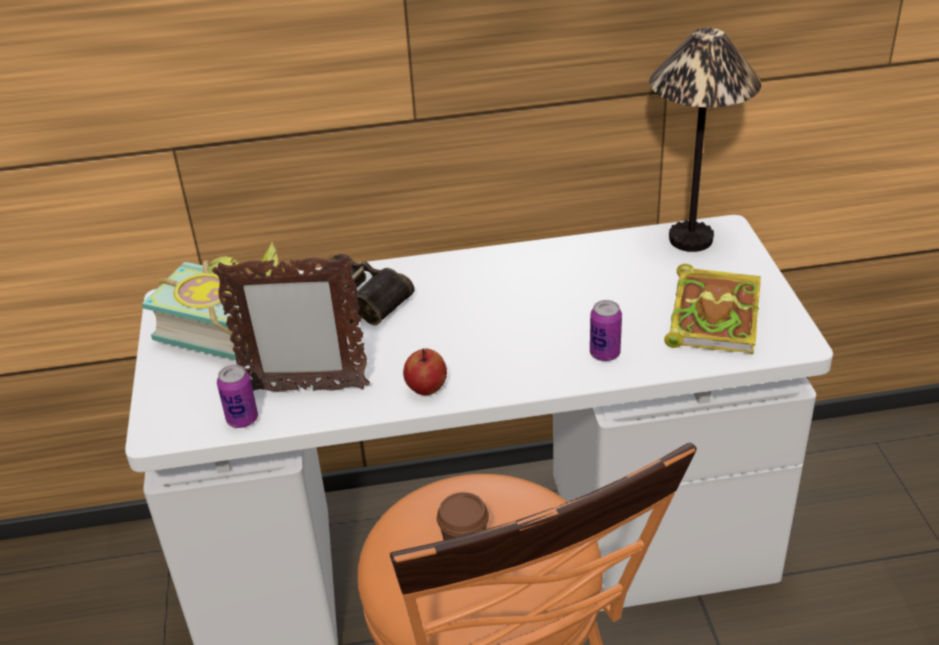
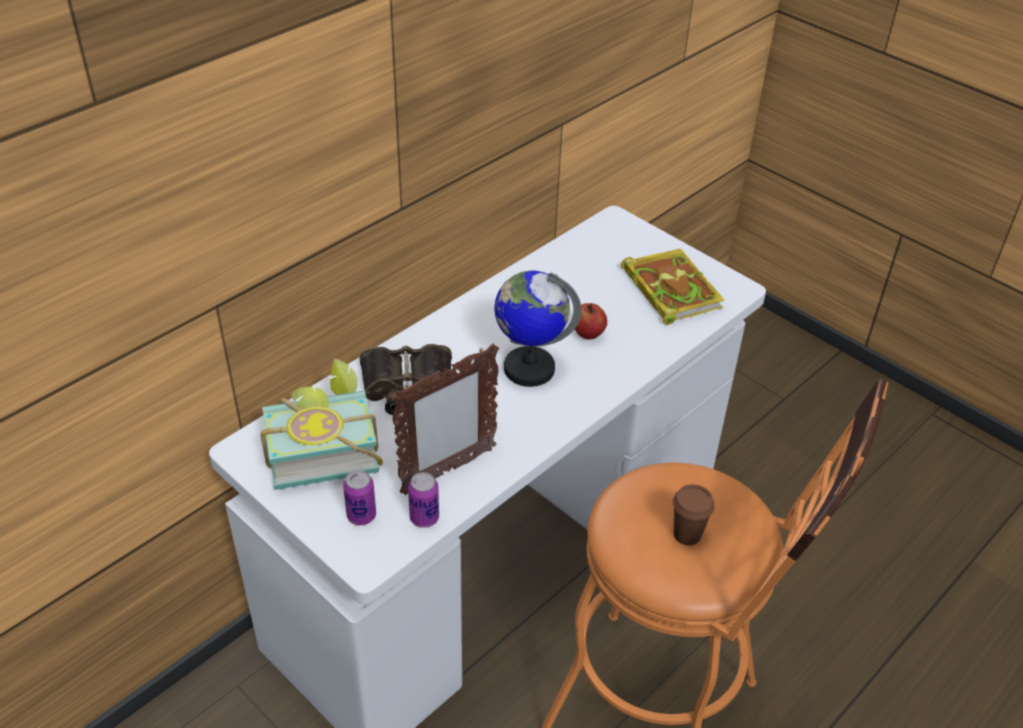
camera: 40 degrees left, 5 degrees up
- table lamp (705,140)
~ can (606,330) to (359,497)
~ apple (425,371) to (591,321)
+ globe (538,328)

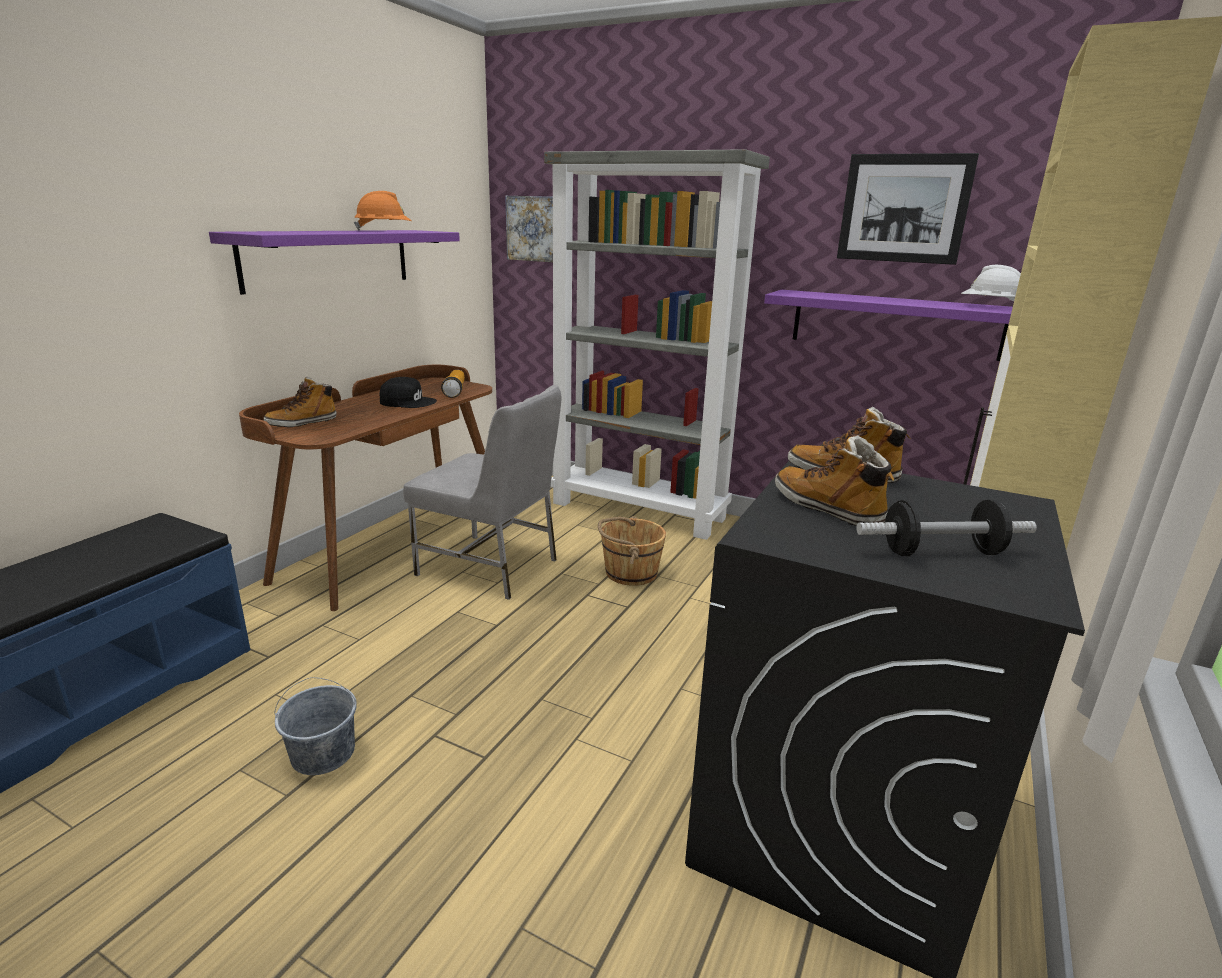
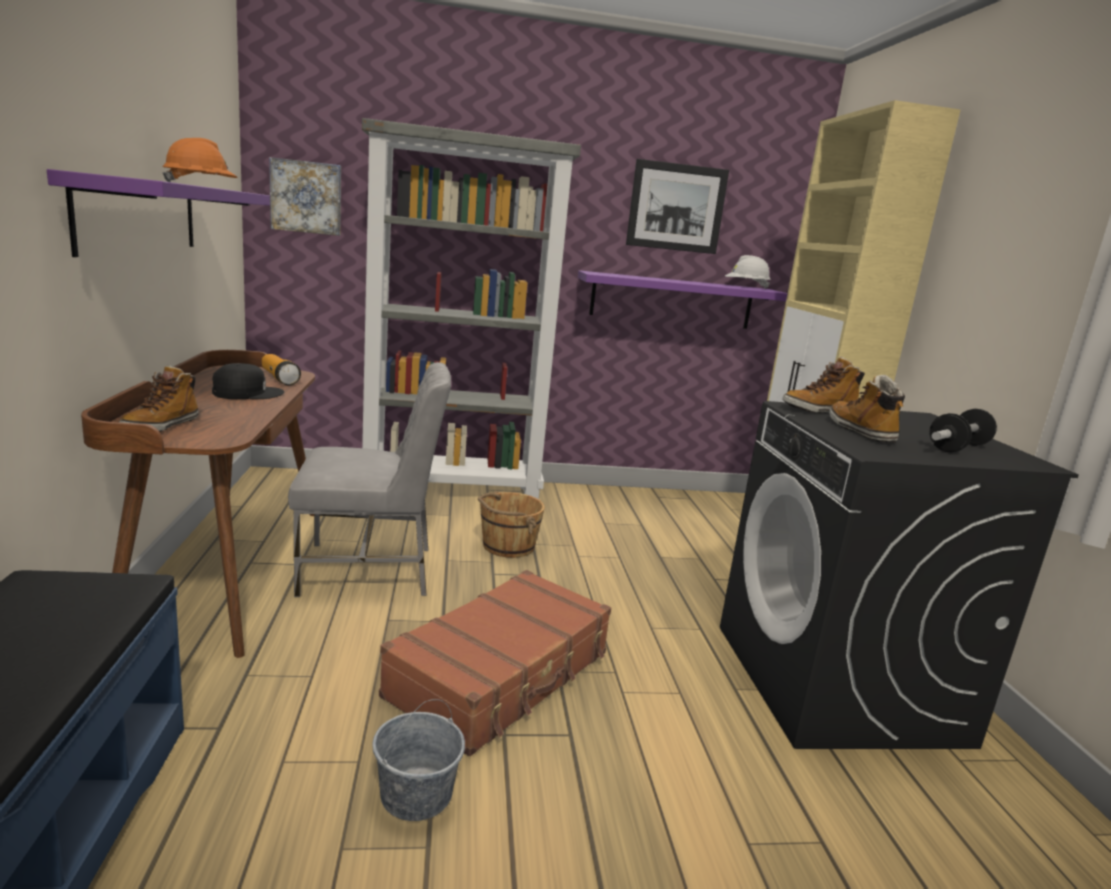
camera: 35 degrees left, 5 degrees down
~ boot (834,480) = (867,409) 60 degrees clockwise
+ suitcase/brown (495,663)

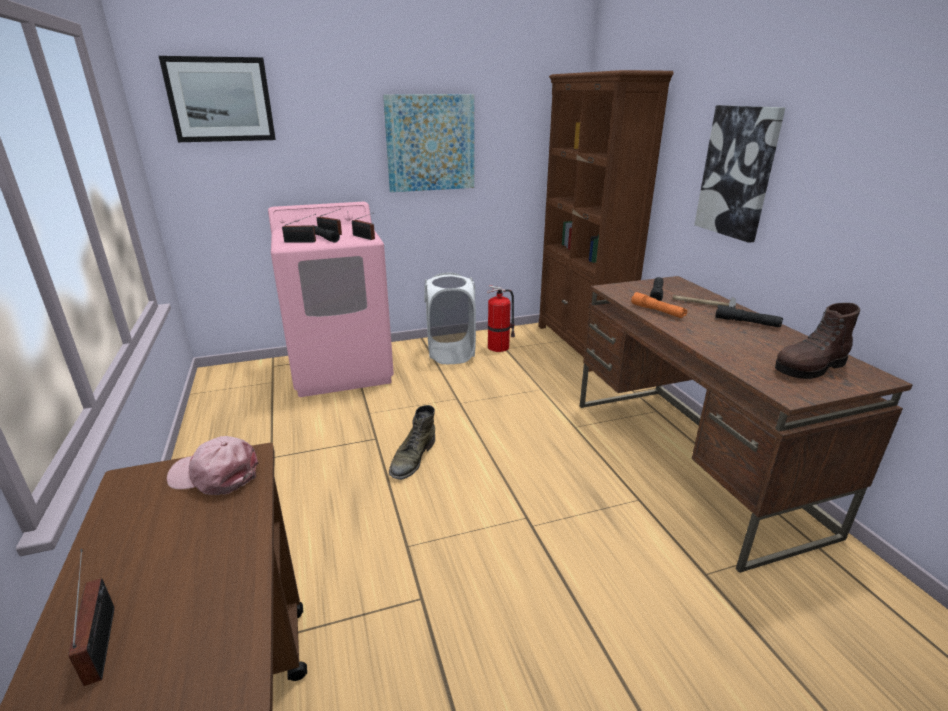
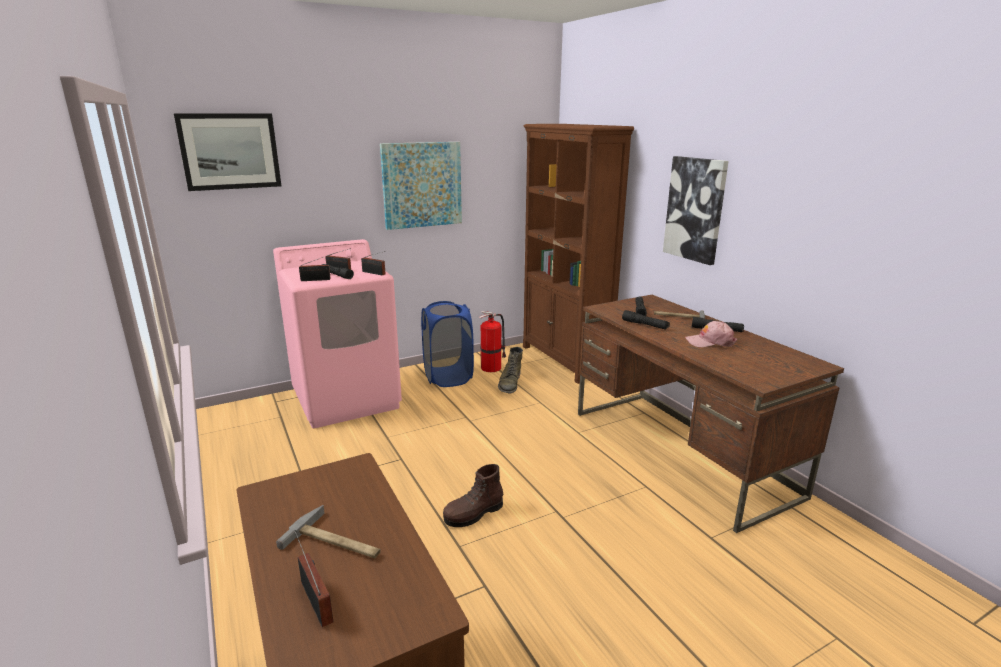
camera: 10 degrees left, 5 degrees down
~ laundry basket/white (450,318) to laundry basket/blue (447,344)
~ flashlight/orange (659,305) to flashlight/black (646,320)
~ boot/brown (817,341) to (473,495)
~ boot/green (412,442) to (510,370)
~ cap/pink (212,465) to (711,334)
+ hammer (328,531)

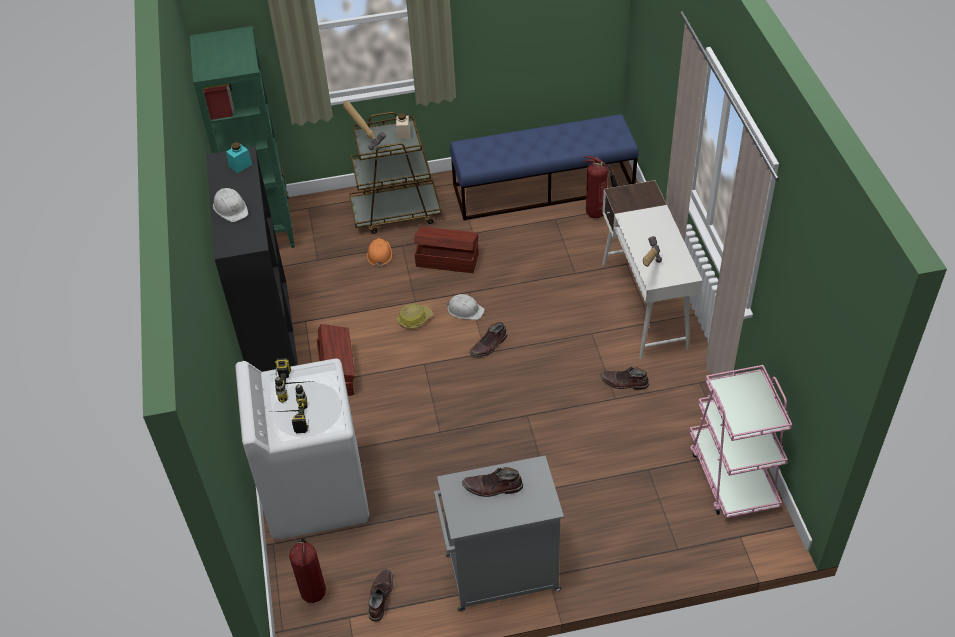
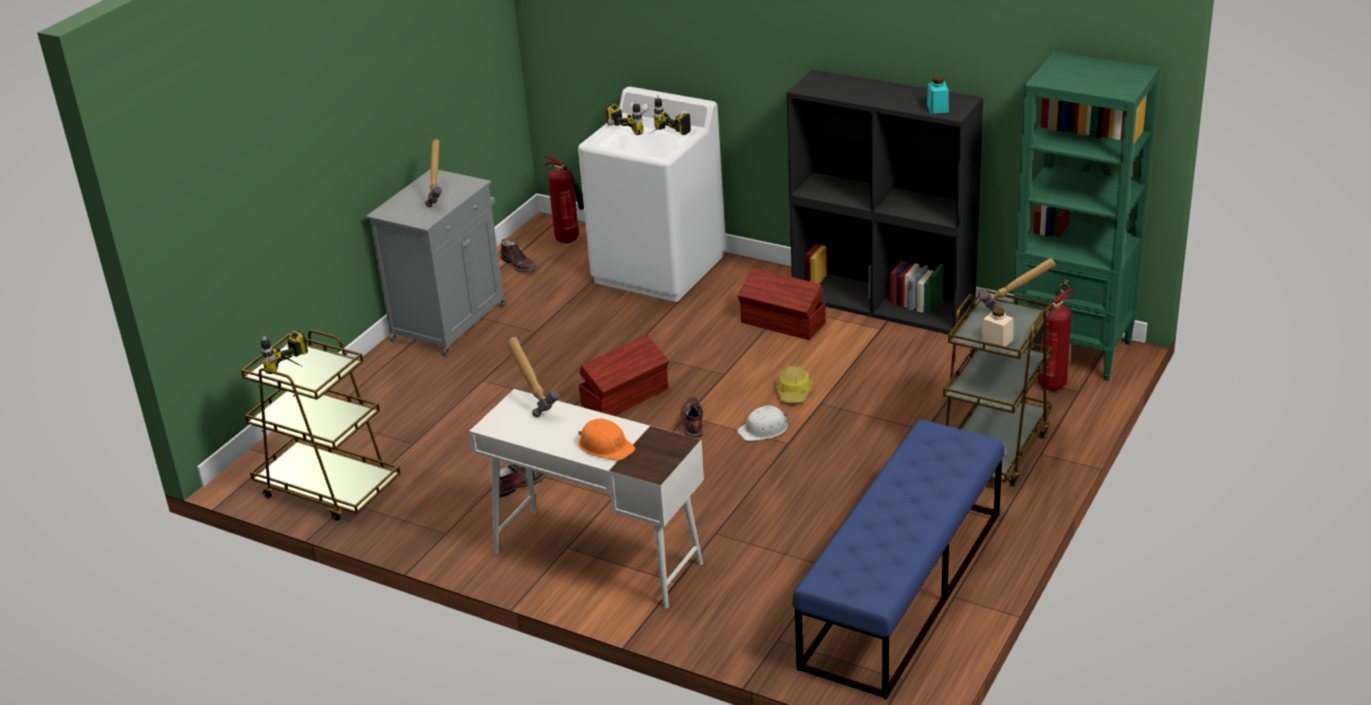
camera: 130 degrees right, 15 degrees down
~ fire extinguisher (601,187) to (1052,339)
- hard hat/white (230,205)
~ storage box/brown (446,250) to (624,375)
~ hard hat/orange (379,252) to (606,439)
~ cart/pink (740,441) to cart/brown (321,425)
~ boot/brown (492,482) to hammer (433,173)
+ power drill (284,352)

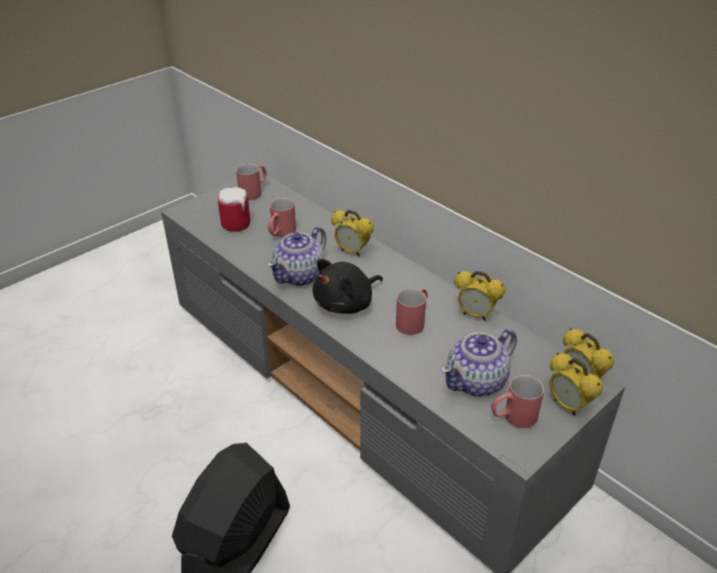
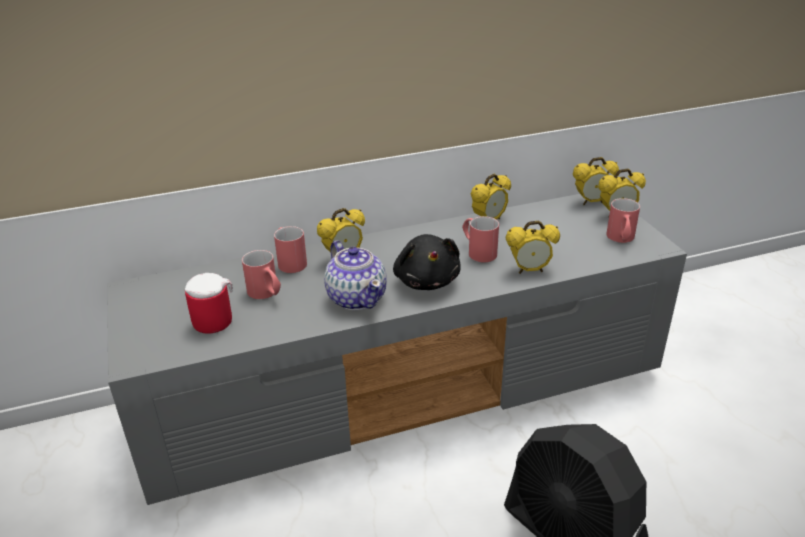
camera: 65 degrees left, 5 degrees down
~ mug/red (251,182) to (290,249)
- teapot (479,363)
+ alarm clock (533,247)

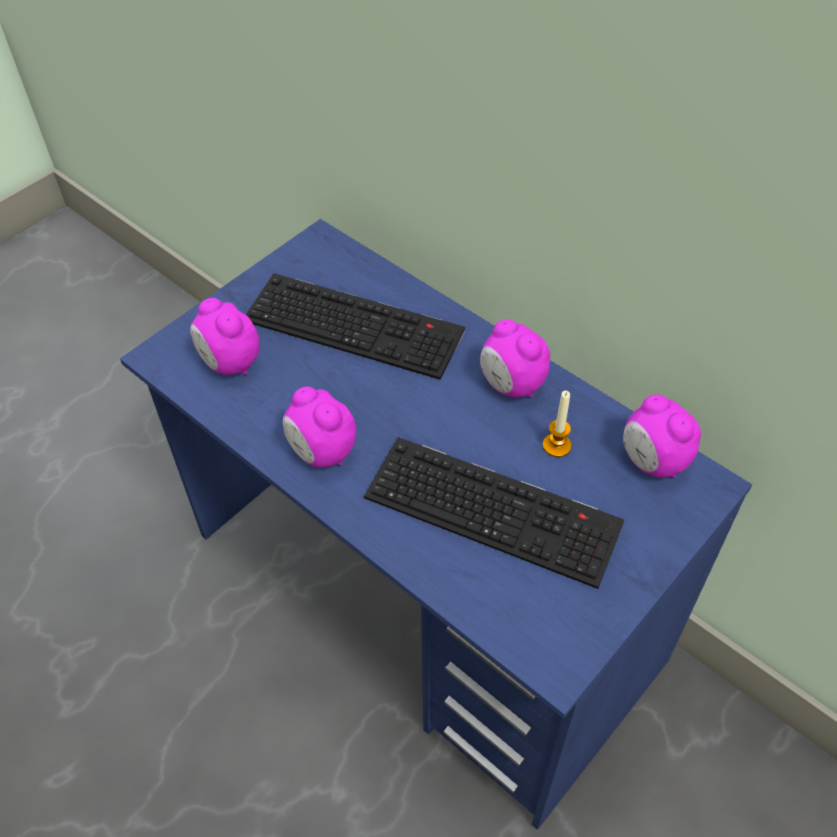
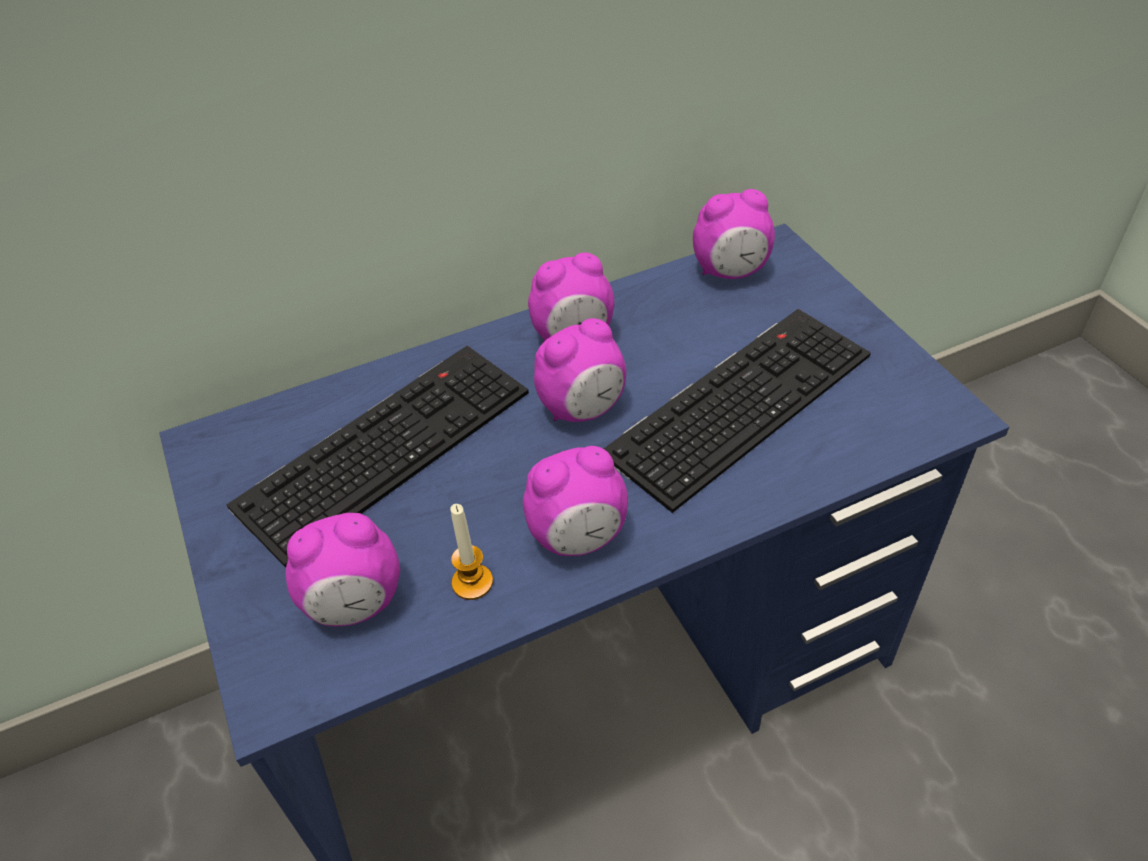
camera: 65 degrees left, 5 degrees down
~ candle (557,423) to (471,552)
+ alarm clock (580,370)

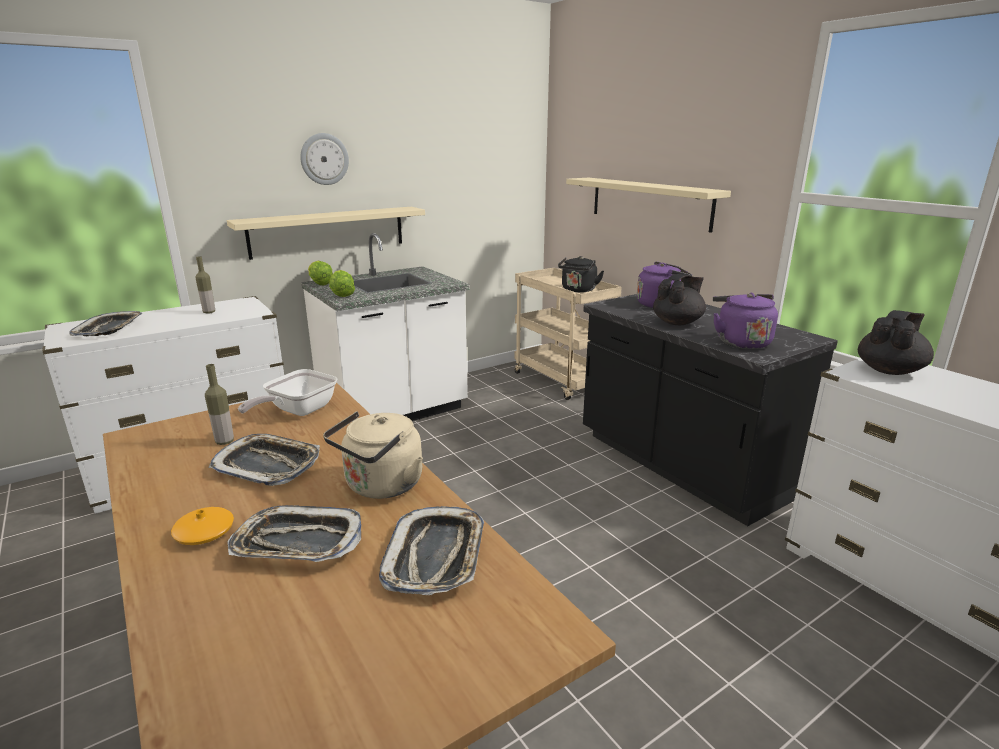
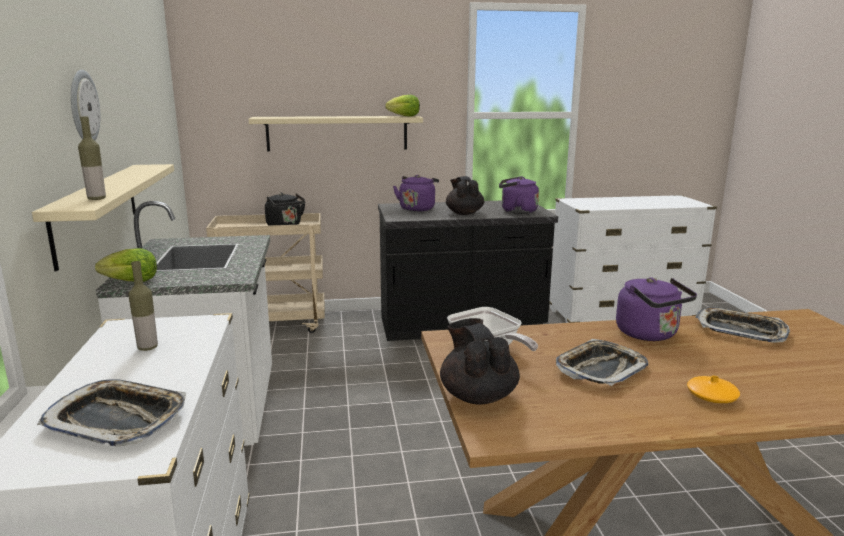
camera: 65 degrees left, 5 degrees down
~ lettuce (342,283) to (402,106)
~ teapot/black (896,342) to (480,361)
~ bottle (219,404) to (92,158)
~ kettle/beige (373,455) to kettle/purple (656,309)
- tray (294,533)

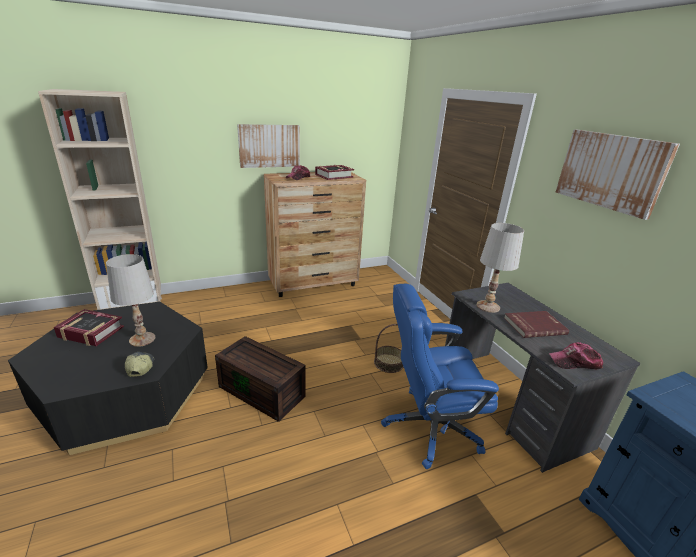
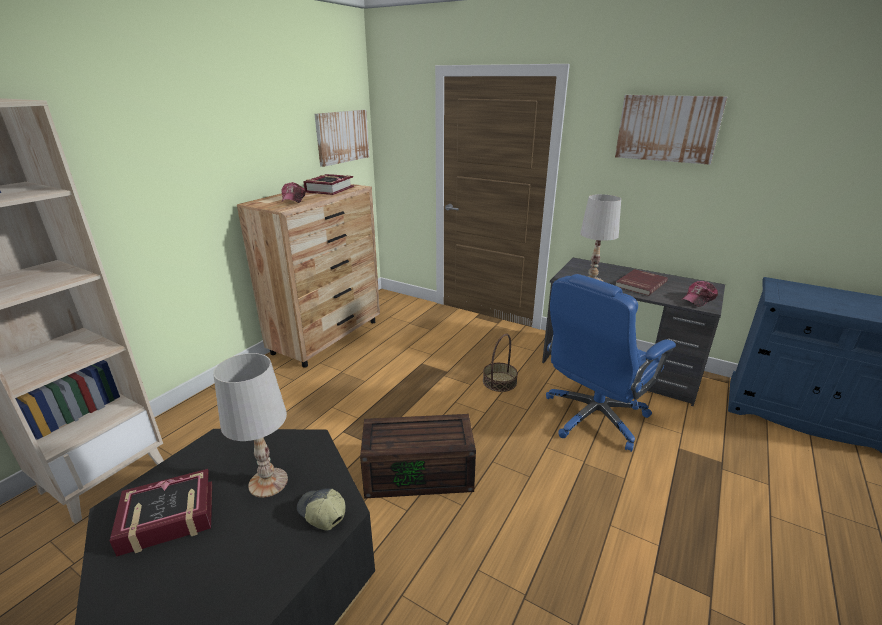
camera: 35 degrees left, 0 degrees up
~ picture (268,146) to (342,138)

